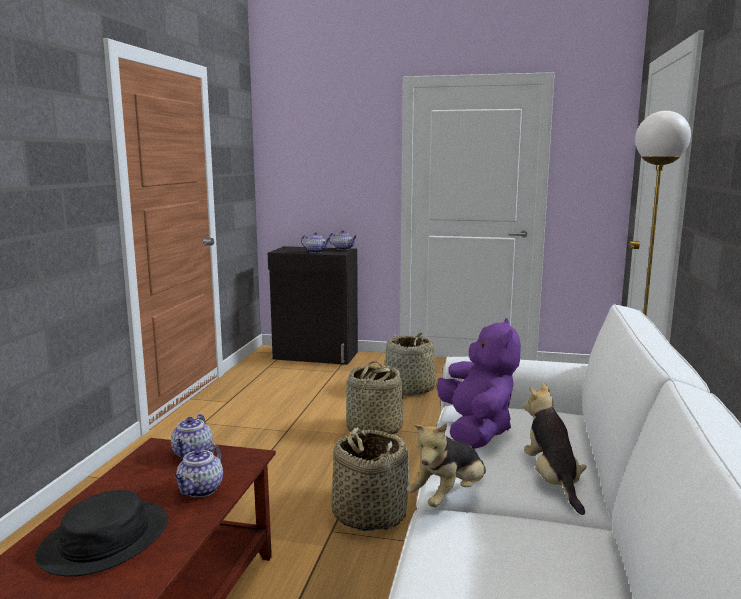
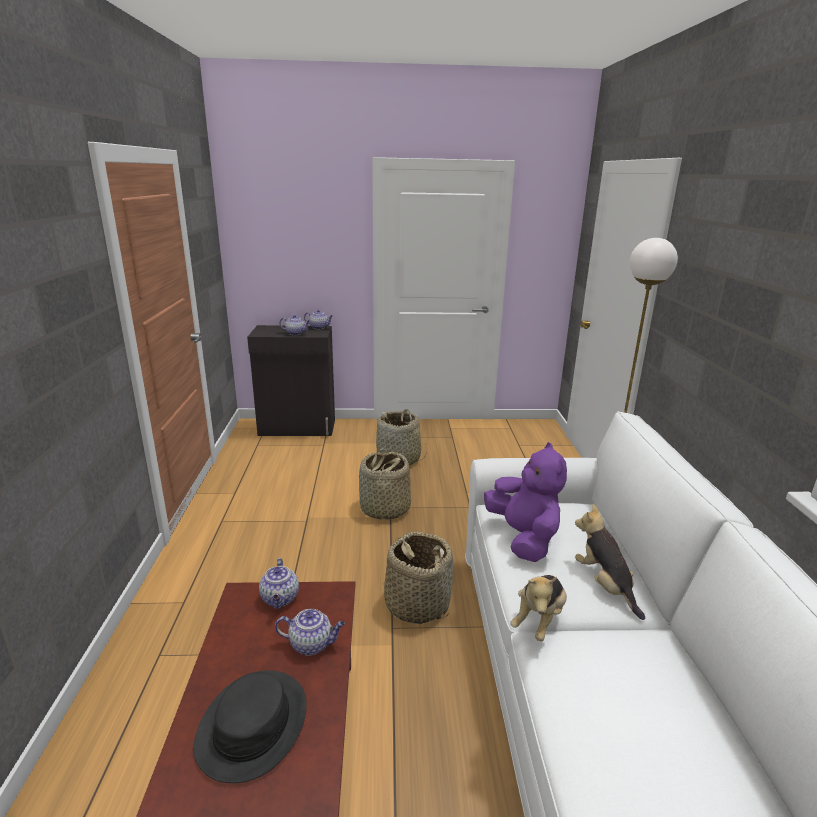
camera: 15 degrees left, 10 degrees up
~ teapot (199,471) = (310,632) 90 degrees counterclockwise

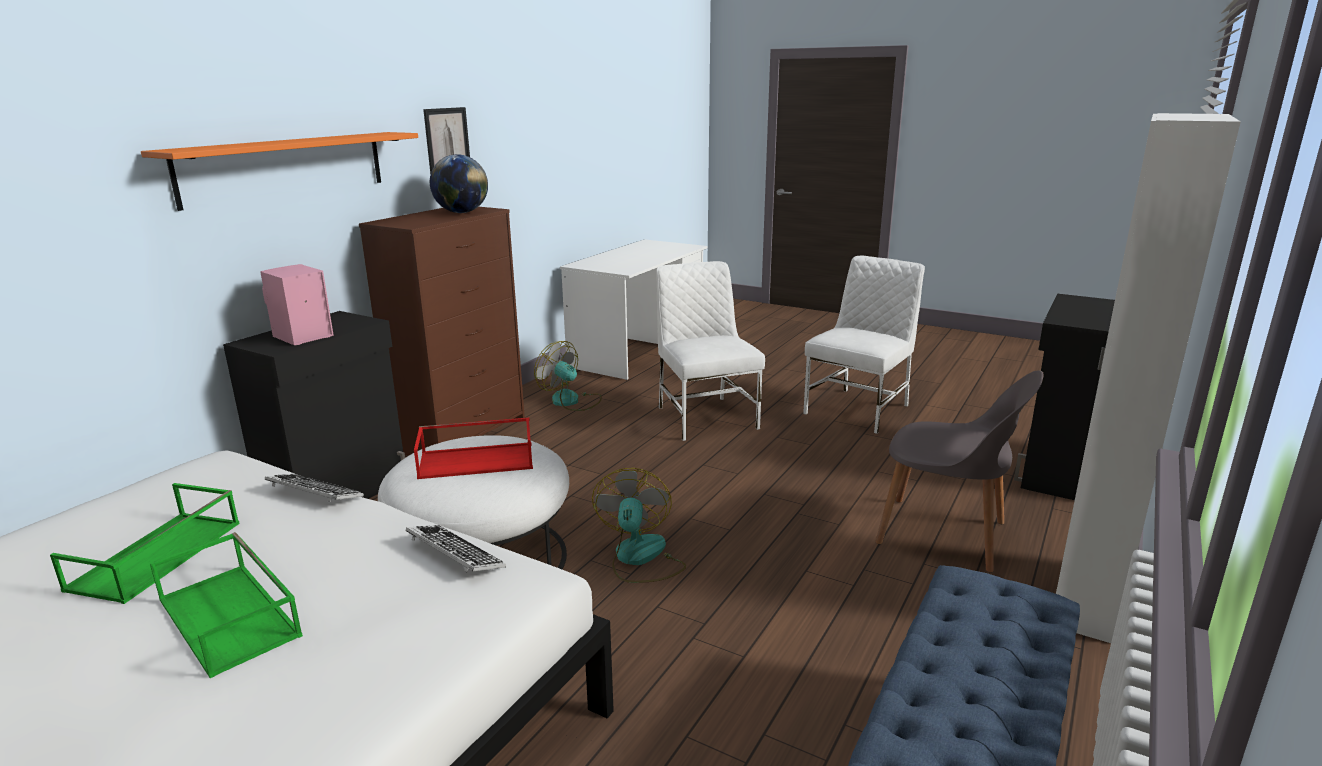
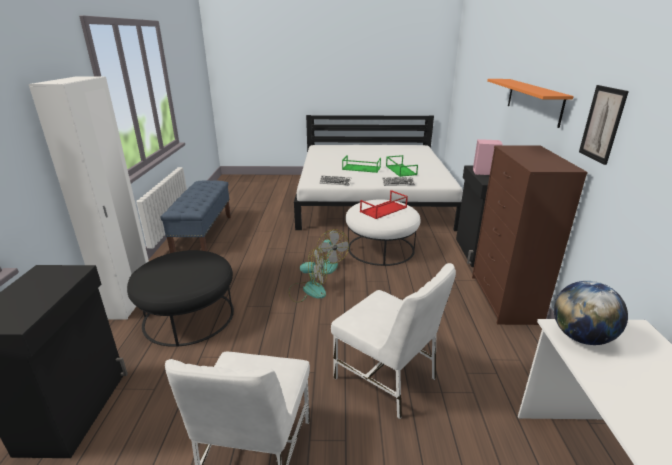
camera: 150 degrees right, 5 degrees up
~ globe (459,183) to (591,313)
~ fan (568,376) to (308,275)
~ chair/grey (959,471) to ottoman/black (180,298)

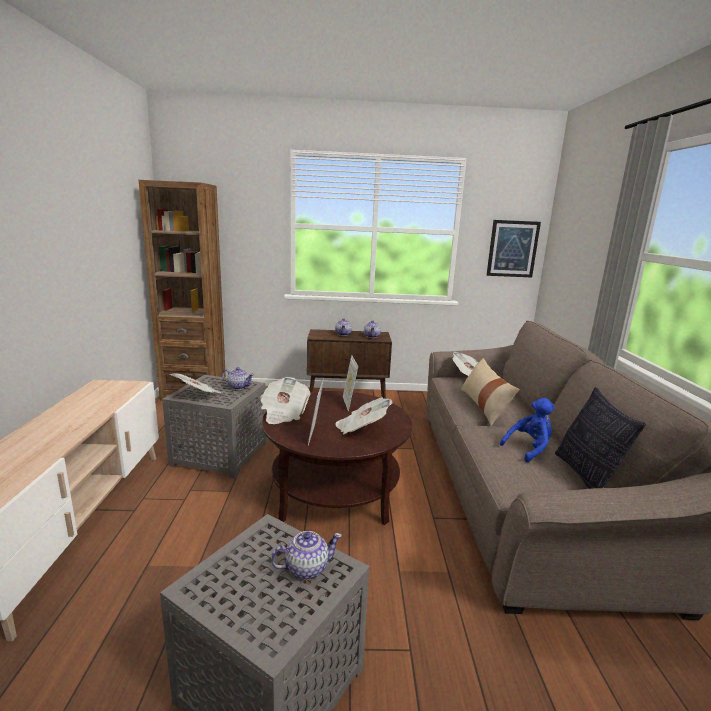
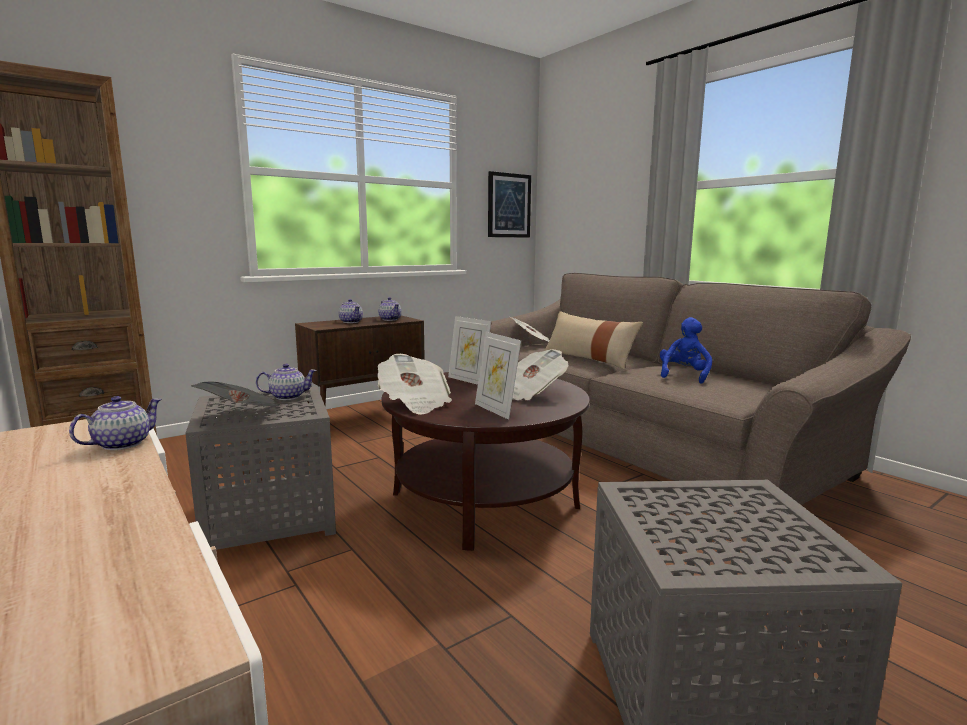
camera: 35 degrees left, 5 degrees down
- pillow (600,438)
~ teapot (306,555) to (115,423)

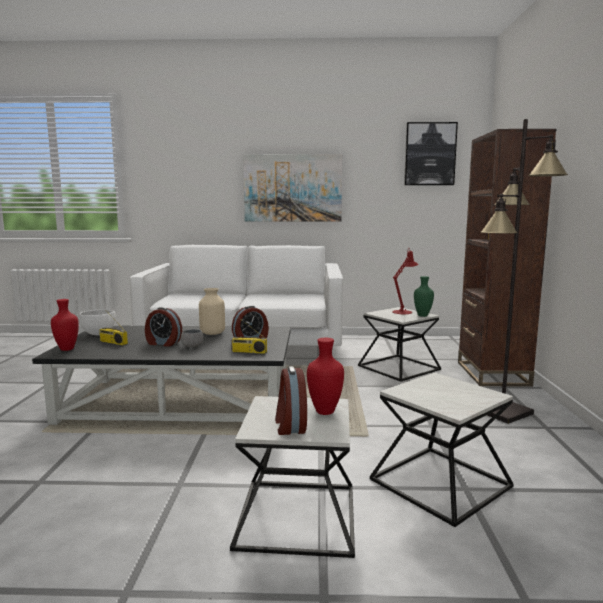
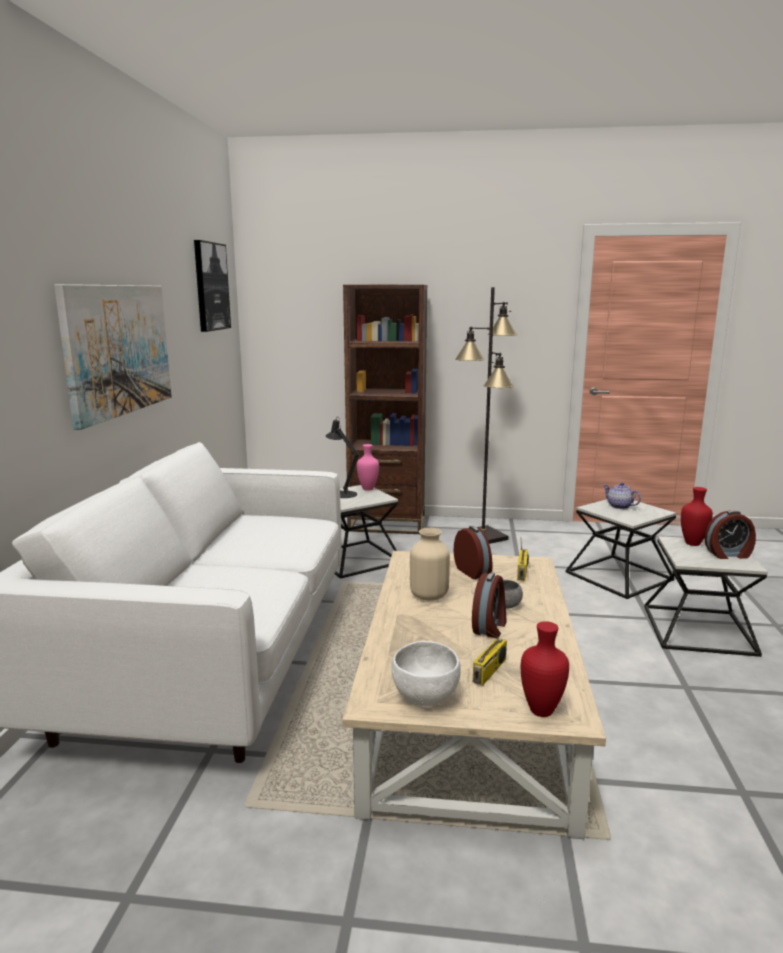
camera: 85 degrees left, 5 degrees up
~ table lamp/red (405,281) to table lamp/black (342,457)
~ vase/green (424,296) to vase/pink (368,467)
~ coffee table/black (161,375) to coffee table/beige (474,695)
+ teapot (622,496)

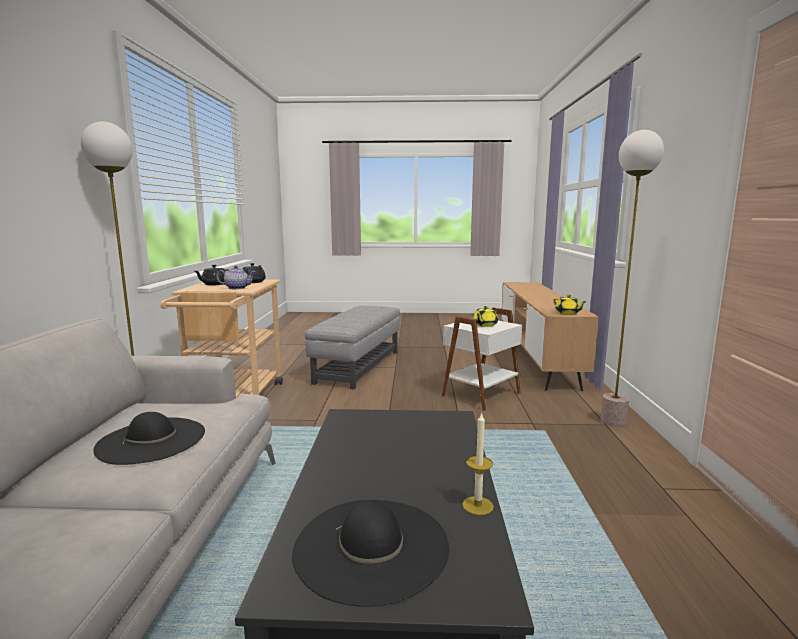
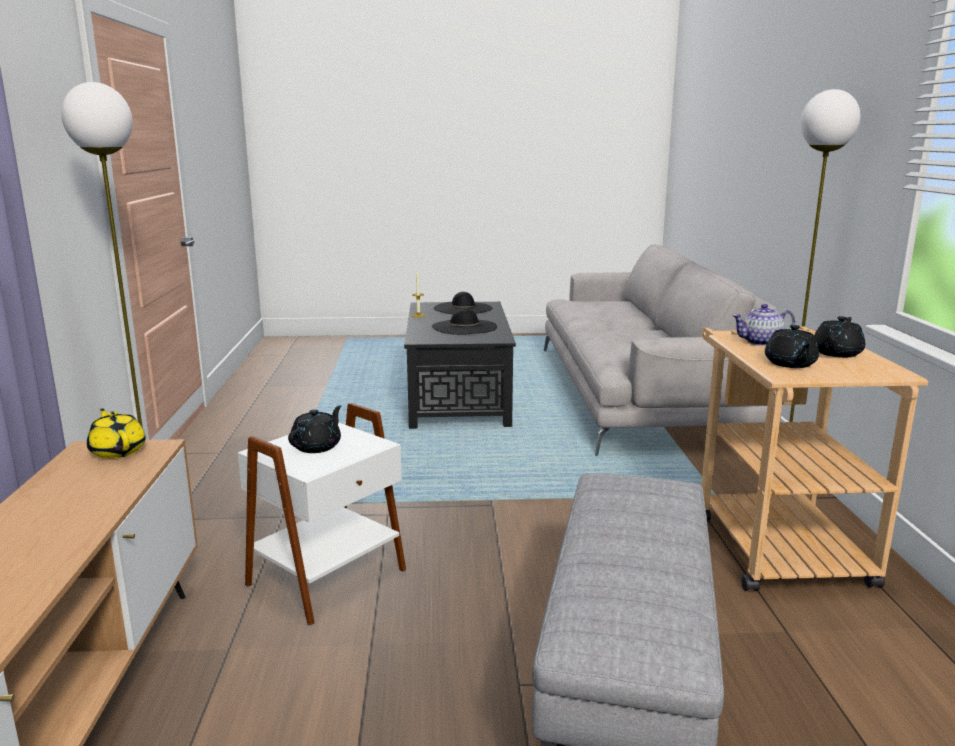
camera: 175 degrees right, 5 degrees up
~ teapot/yellow (485,316) to teapot/black (314,429)
~ hat/black (149,438) to (464,321)

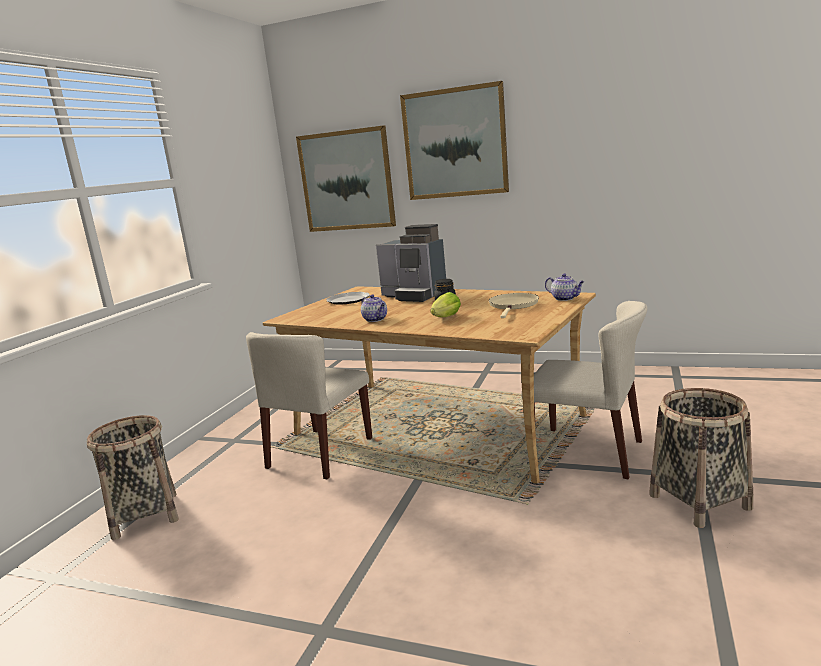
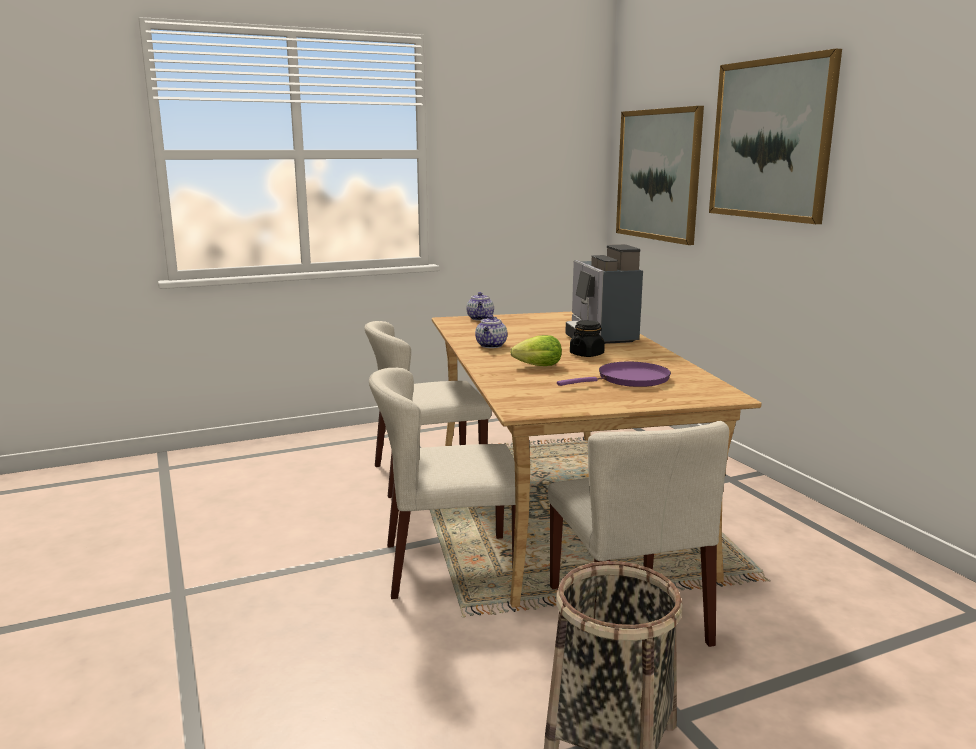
camera: 45 degrees right, 0 degrees up
~ teapot (565,287) to (480,306)
- plate (348,298)
~ frying pan/beige (514,305) to frying pan/purple (614,374)
- basket (133,477)
+ chair/beige (442,483)

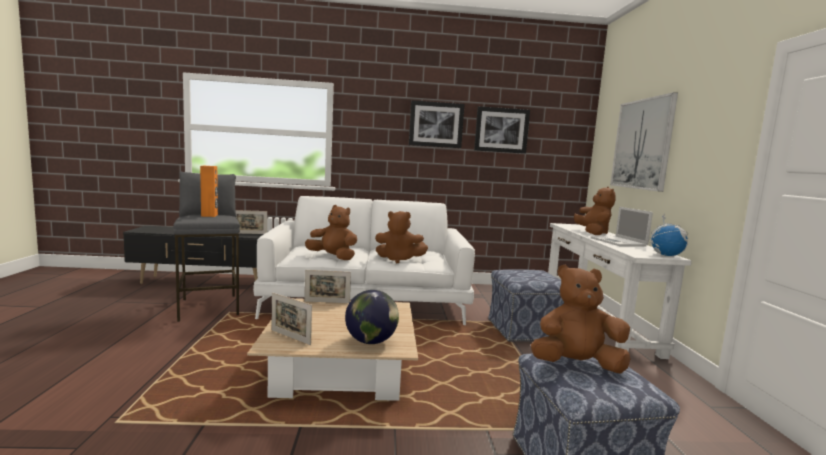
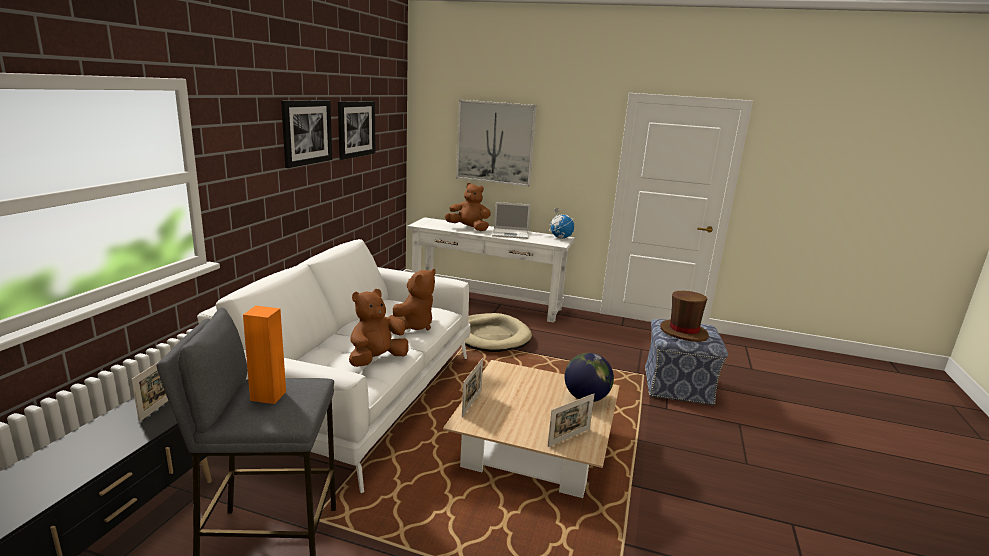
camera: 70 degrees left, 10 degrees up
~ plush toy/brown (580,318) to hat/brown (684,316)
~ ottoman (526,305) to dog bed/beige (498,332)

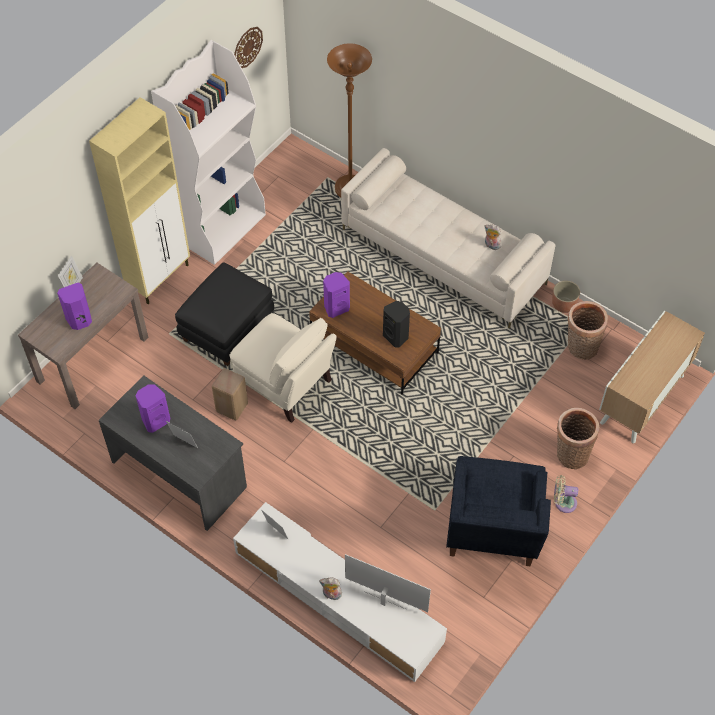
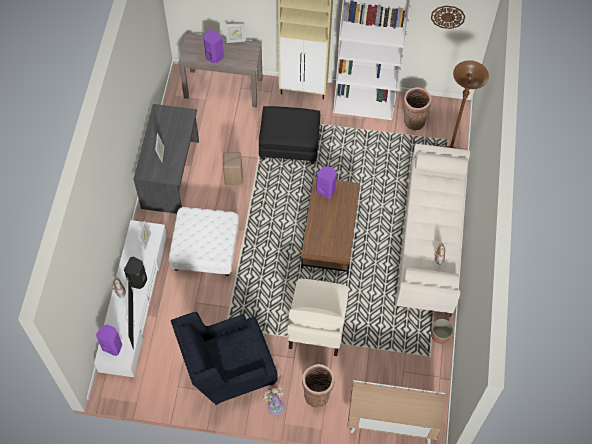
camera: 60 degrees right, 5 degrees up
~ speaker/black (396,324) to (135,272)
~ basket (588,330) to (417,108)
~ armchair/beige (283,368) to (318,317)
~ speaker/purple (153,408) to (109,340)
+ ottoman/white (204,241)

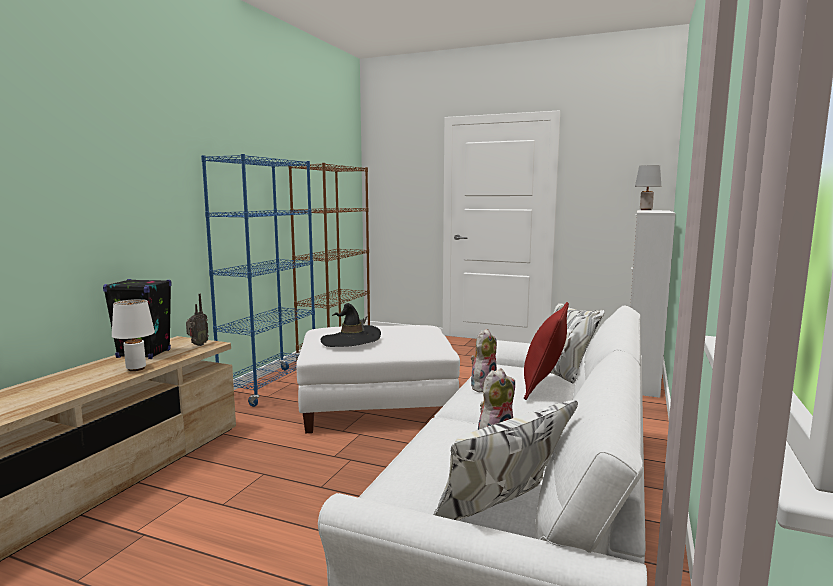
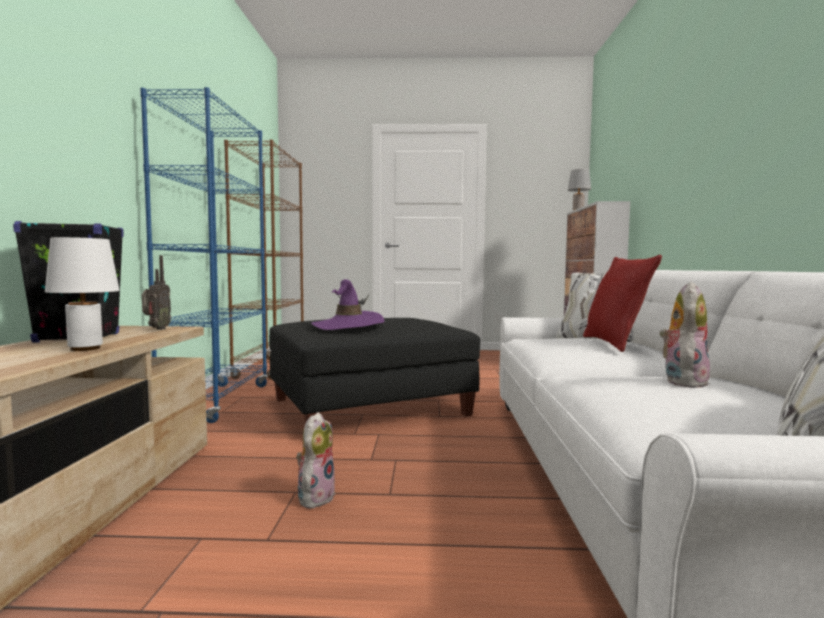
camera: 20 degrees left, 5 degrees down
~ hat/black (351,325) to hat/purple (347,304)
~ ottoman/white (378,379) to ottoman/black (374,371)
~ plush toy (484,360) to (316,460)

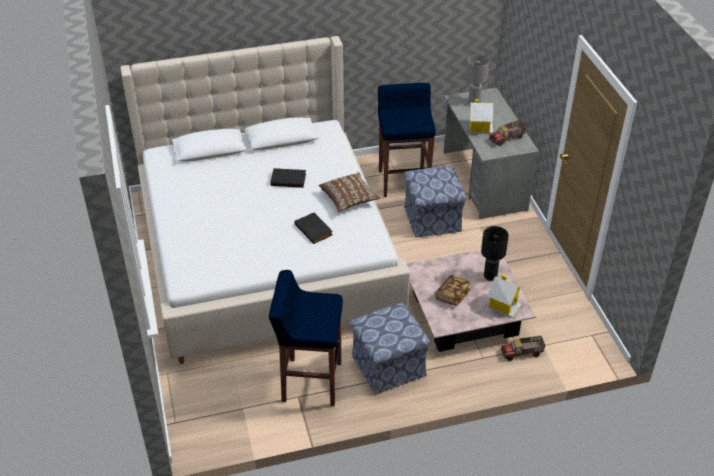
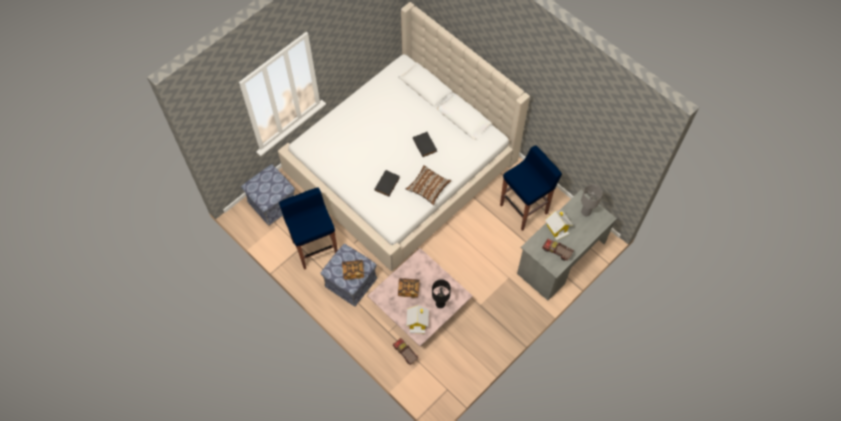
camera: 60 degrees right, 20 degrees up
~ ottoman (435,202) to (268,195)
+ book (353,270)

